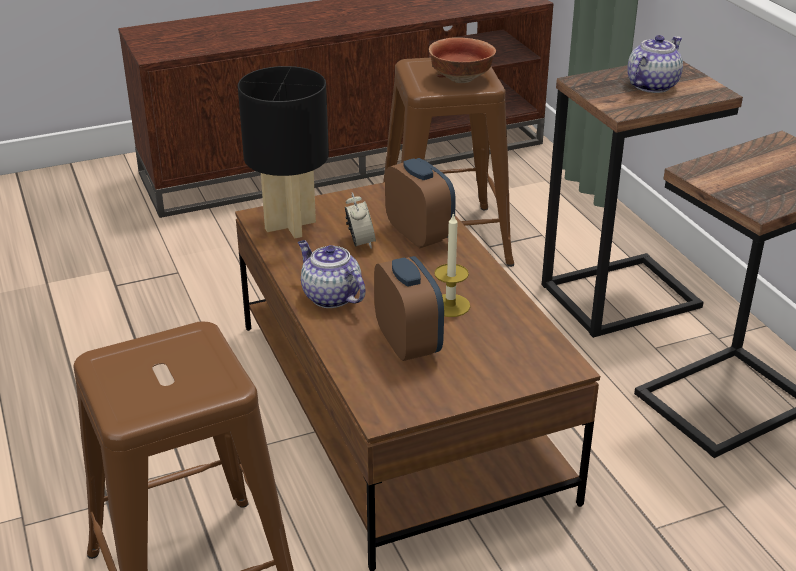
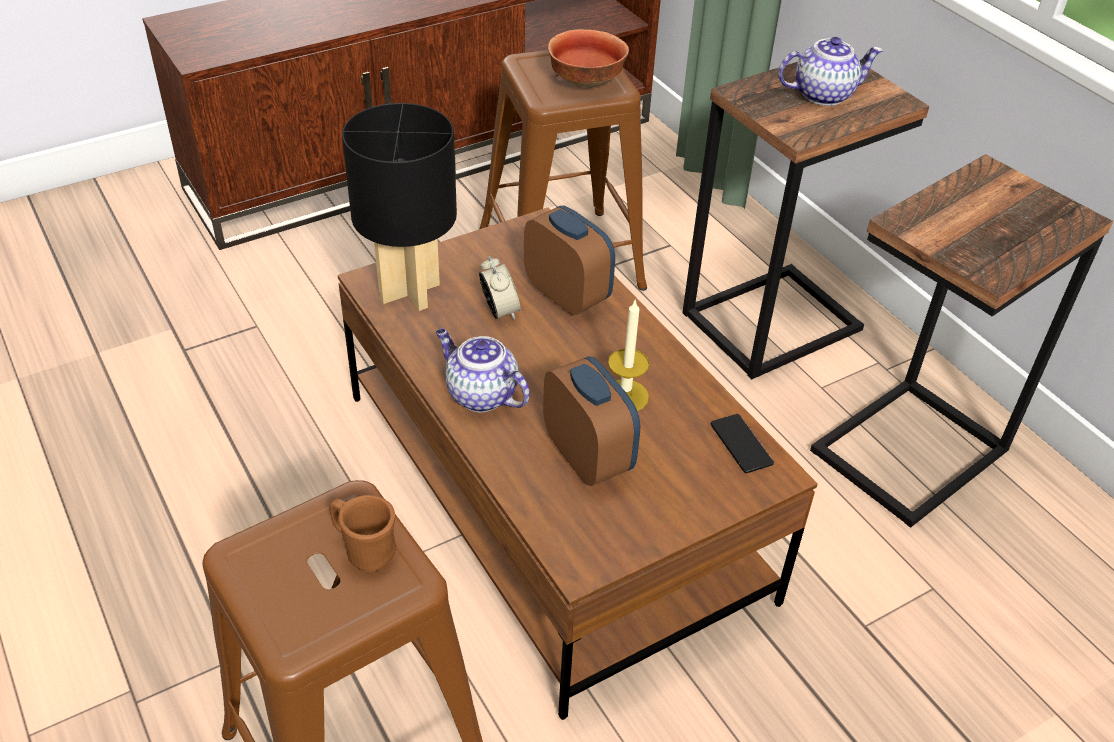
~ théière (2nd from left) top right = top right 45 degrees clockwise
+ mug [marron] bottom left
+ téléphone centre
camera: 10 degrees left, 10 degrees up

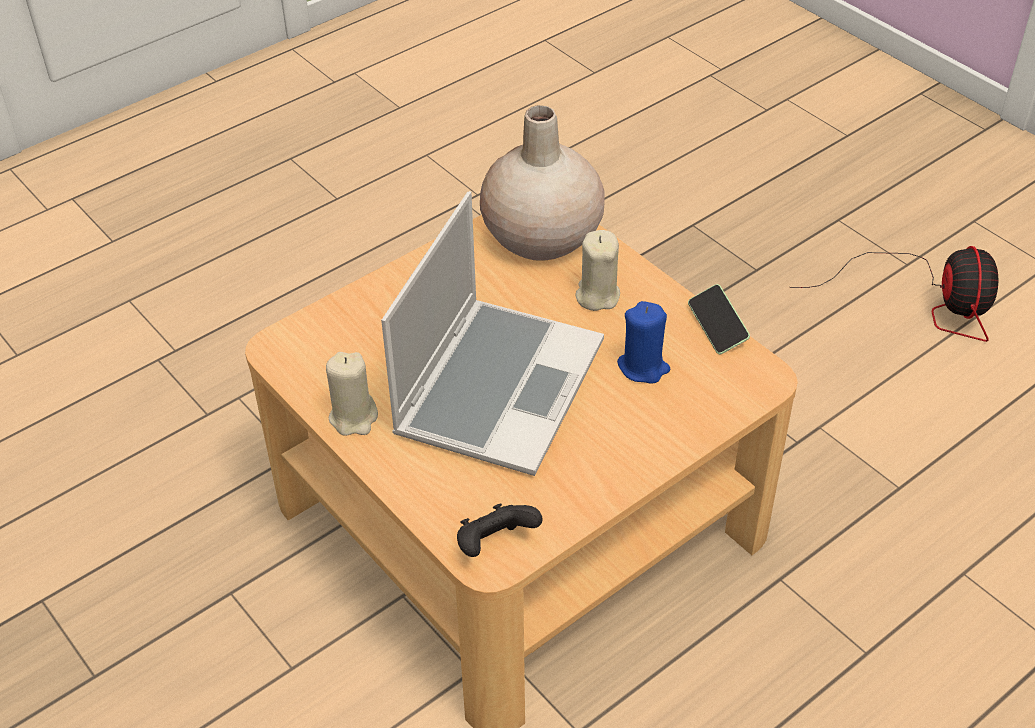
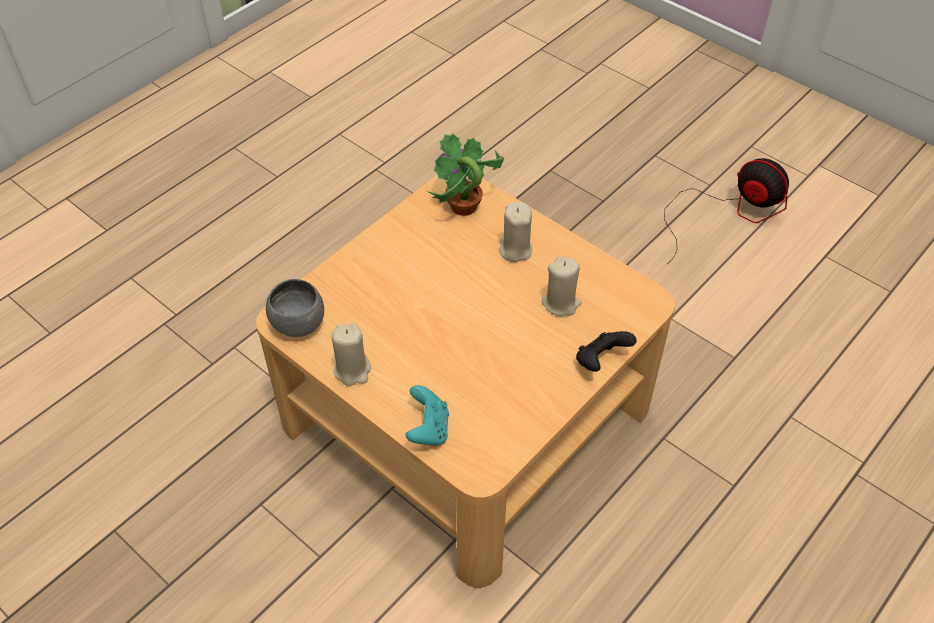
- ordinateur portable centre
~ manette [noir] bottom centre to centre
~ vase [beige] top centre to plante en pot top centre
~ bougie [bleu] centre to bougie [beige] (3rd from left) centre
- téléphone middle right
~ ventilateur middle right = middle right 45 degrees counterclockwise
+ bol [gris] middle left
+ manette [turquoise] centre
camera: 10 degrees left, 5 degrees up

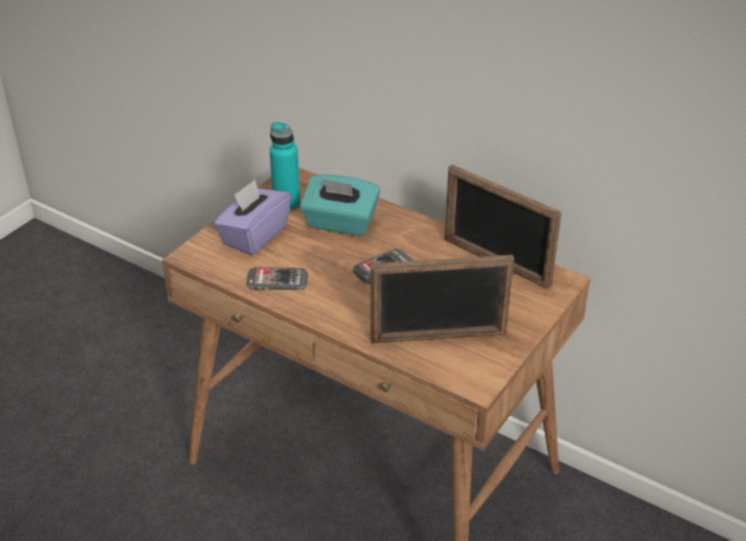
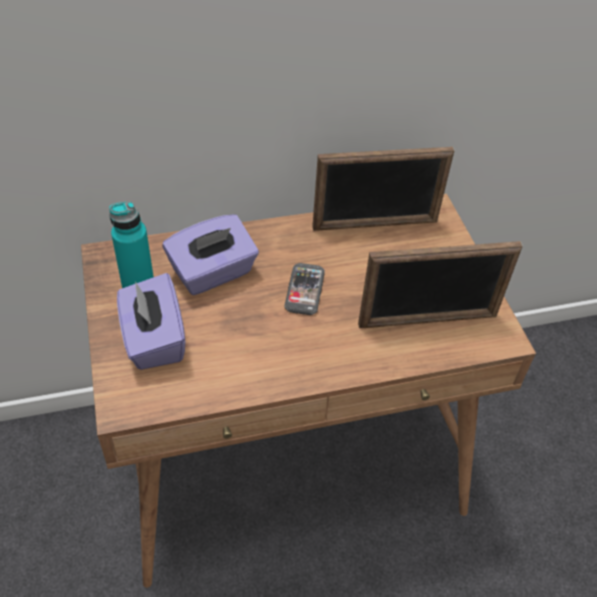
- téléphone (1st from left) centre
~ boîte à mouchoirs [turquoise] centre to boîte à mouchoirs [violet] (2nd from left) centre
~ cadre photo (1st from left in the first image) centre = middle right 45 degrees clockwise
camera: 50 degrees left, 10 degrees up

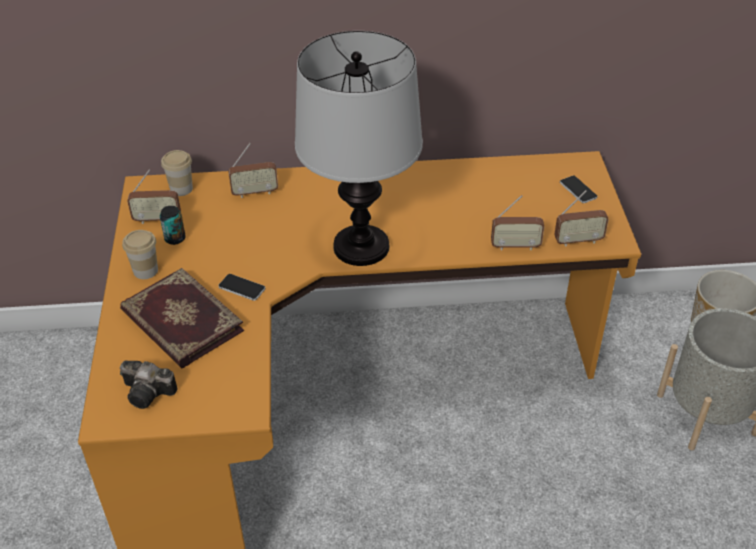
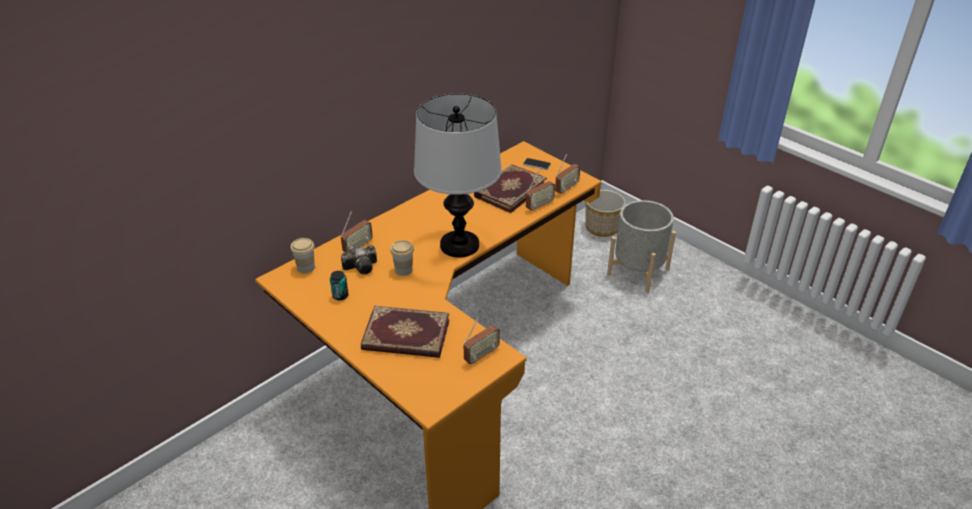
~ appareil photo bottom left to centre
~ tasse (1st from left in the first image) middle left to tasse (2nd from left) centre
~ radio (1st from left in the first image) middle left to radio (2nd from left) bottom centre
- téléphone (1st from left) middle left
+ livre (2nd from left) centre
camera: 40 degrees left, 5 degrees down

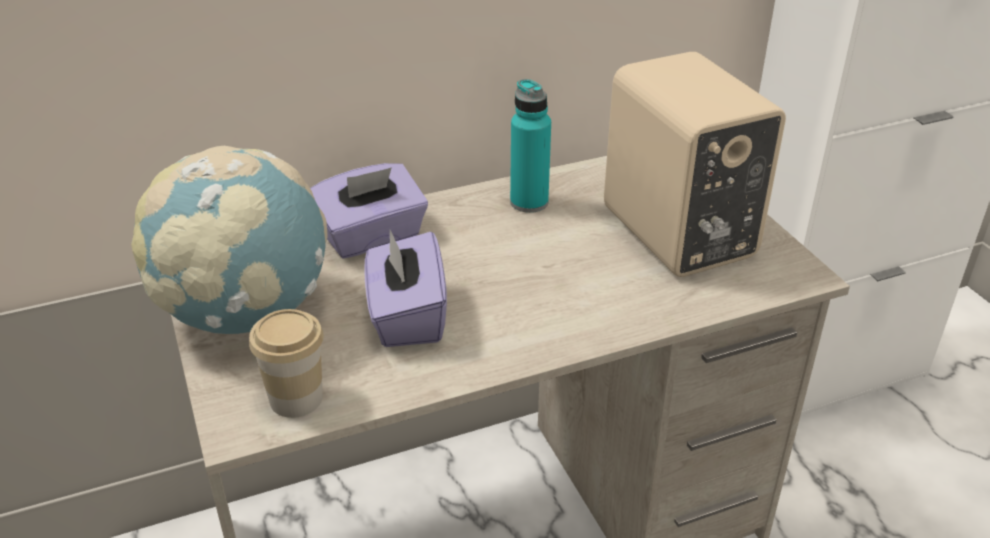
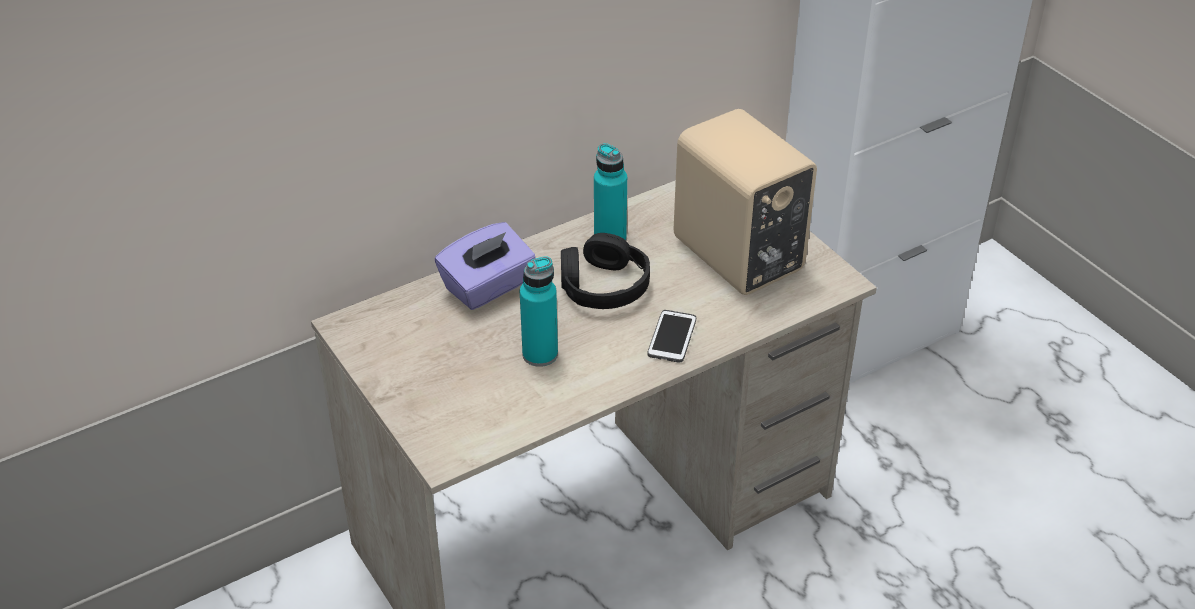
- globe middle left
- tasse bottom left
~ boîte à mouchoirs [violet] (2nd from left) centre to bouteille [turquoise] (1st from left) centre
+ casque audio [noir] centre
+ téléphone centre
camera: 10 degrees left, 5 degrees up

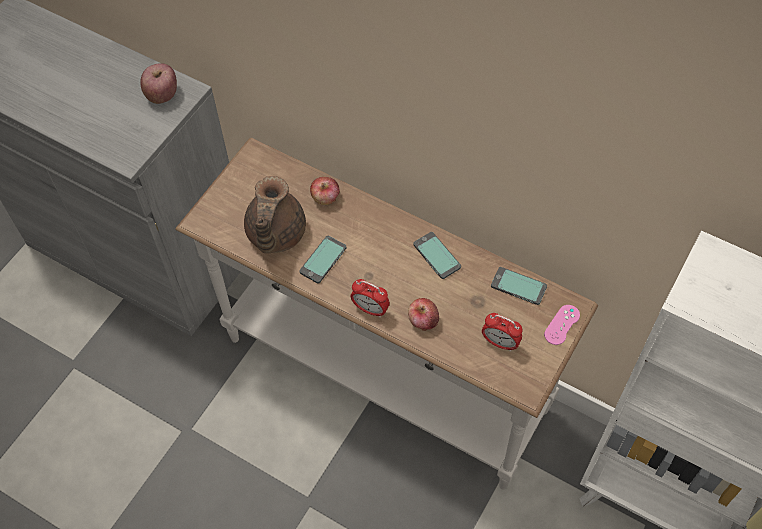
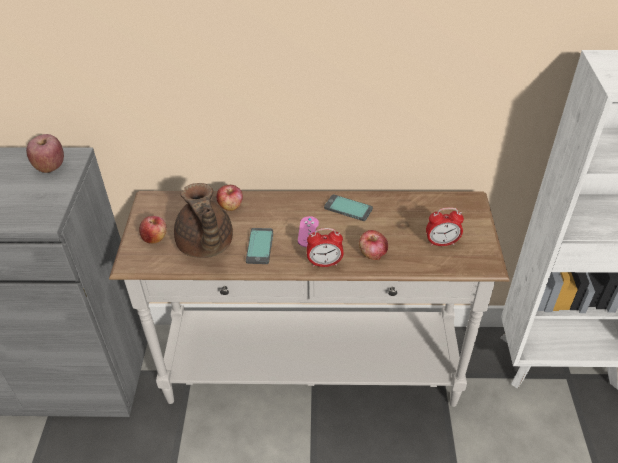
- téléphone (3rd from left) middle right
~ manette [rose] middle right to centre
+ pomme (2nd from left) middle left
camera: 30 degrees left, 15 degrees down

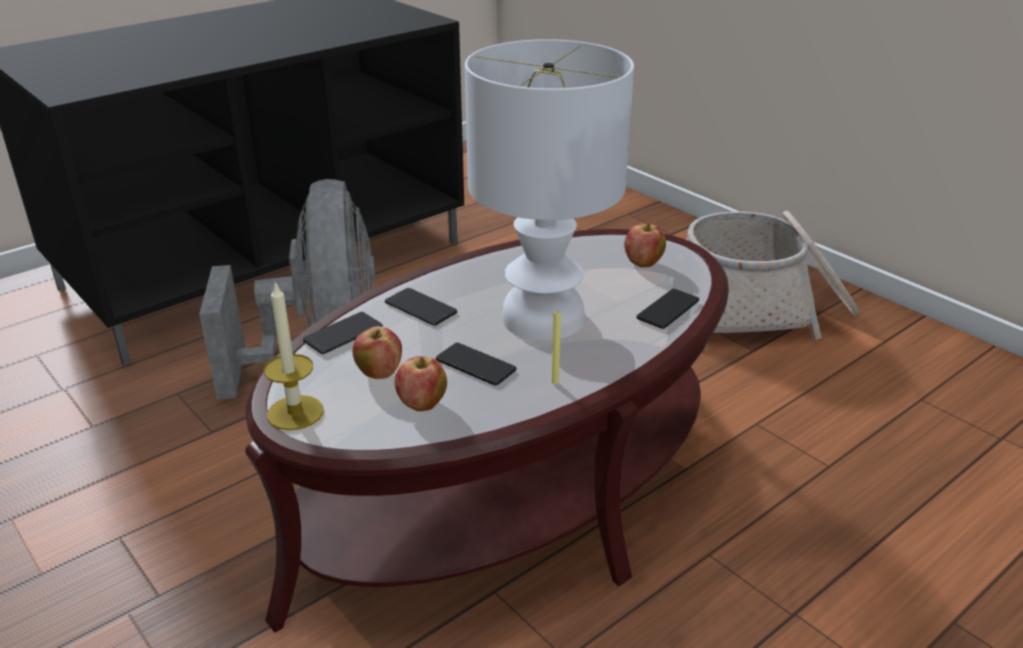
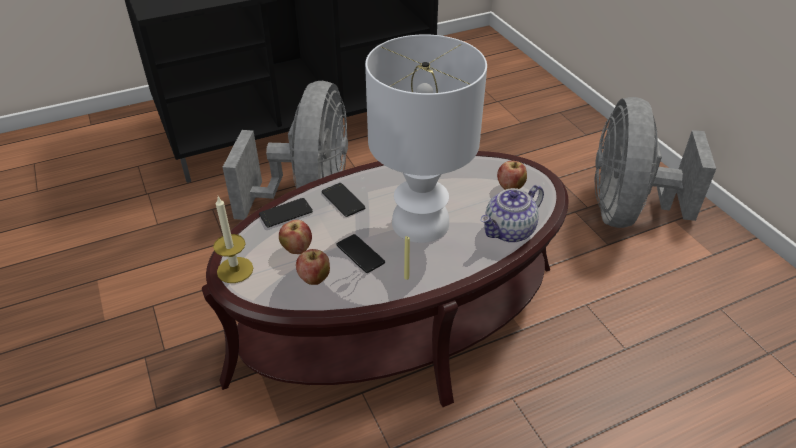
~ téléphone (4th from left) centre to théière centre
~ panier middle right to ventilateur [gris] (2nd from left) middle right
camera: 15 degrees right, 10 degrees up

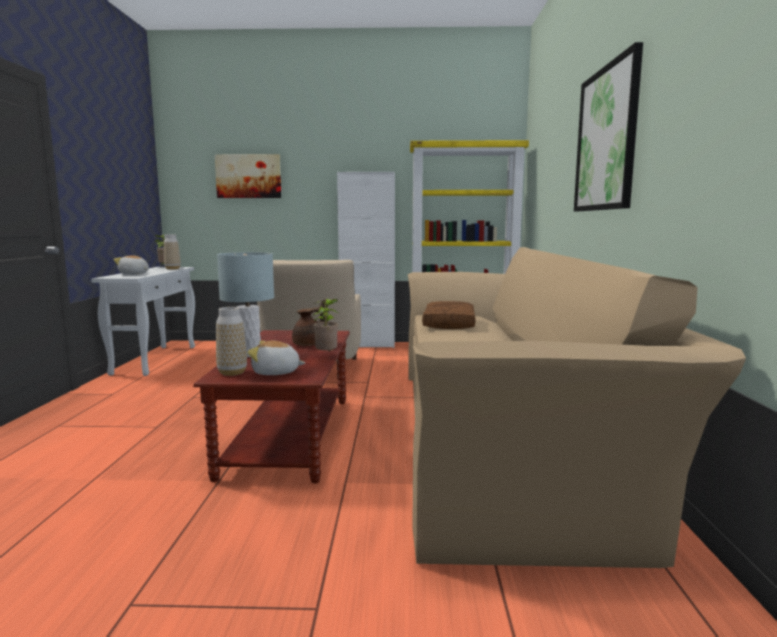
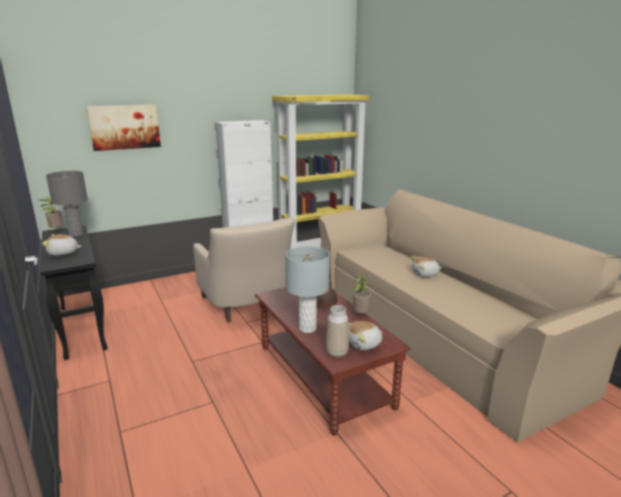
~ table console [blanc] middle left to table console [noir] middle left
~ vase (1st from left) middle left to lampe de table [gris] (1st from left) middle left
- coussin [marron] centre
- tableau (2nd from left) top right
+ peluche (3rd from left) middle right
camera: 30 degrees left, 10 degrees up

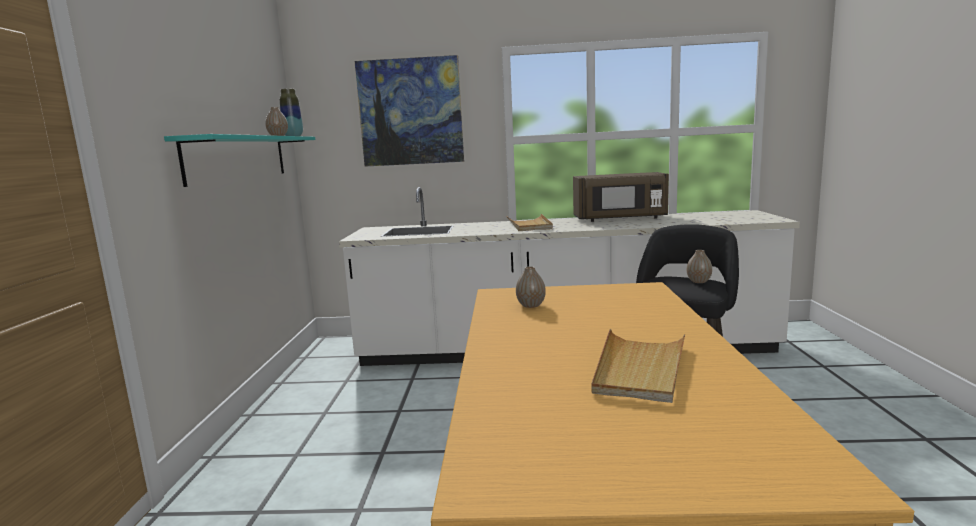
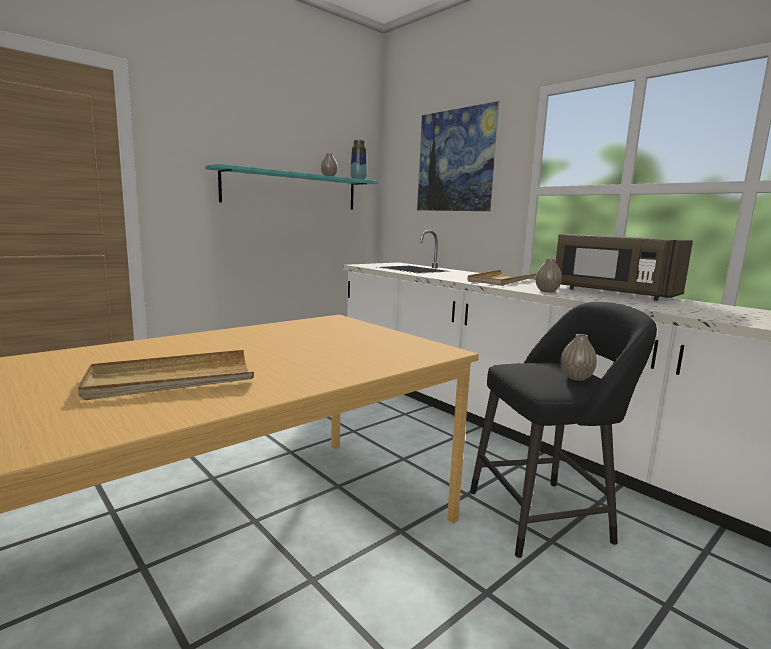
~ vase (3rd from left) centre to middle right
camera: 45 degrees right, 0 degrees up

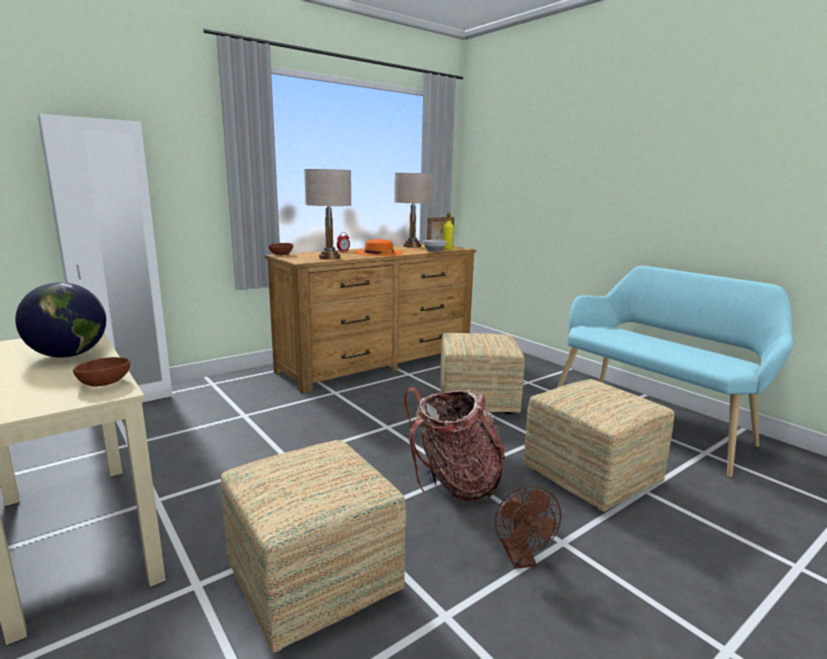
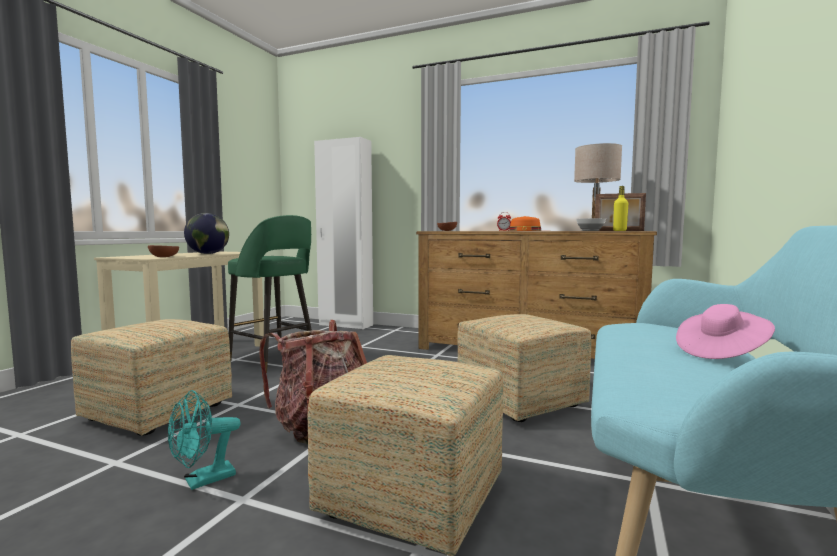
- lampe de table [beige] (1st from left) top centre
~ ventilateur [marron] bottom centre to ventilateur [turquoise] bottom left
+ tabouret [vert] middle left
+ chapeau [rose] middle right
camera: 60 degrees right, 10 degrees down

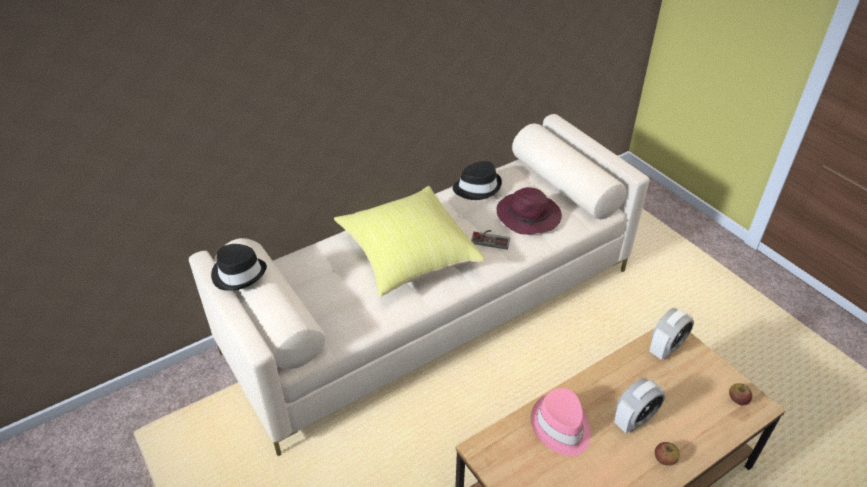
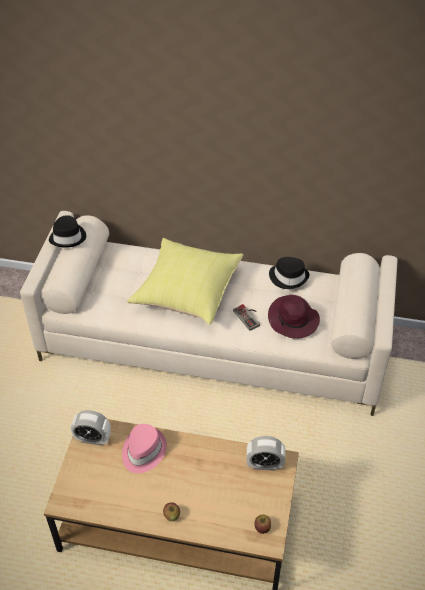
~ réveil (1st from left) bottom right to bottom left
camera: 45 degrees right, 5 degrees up

